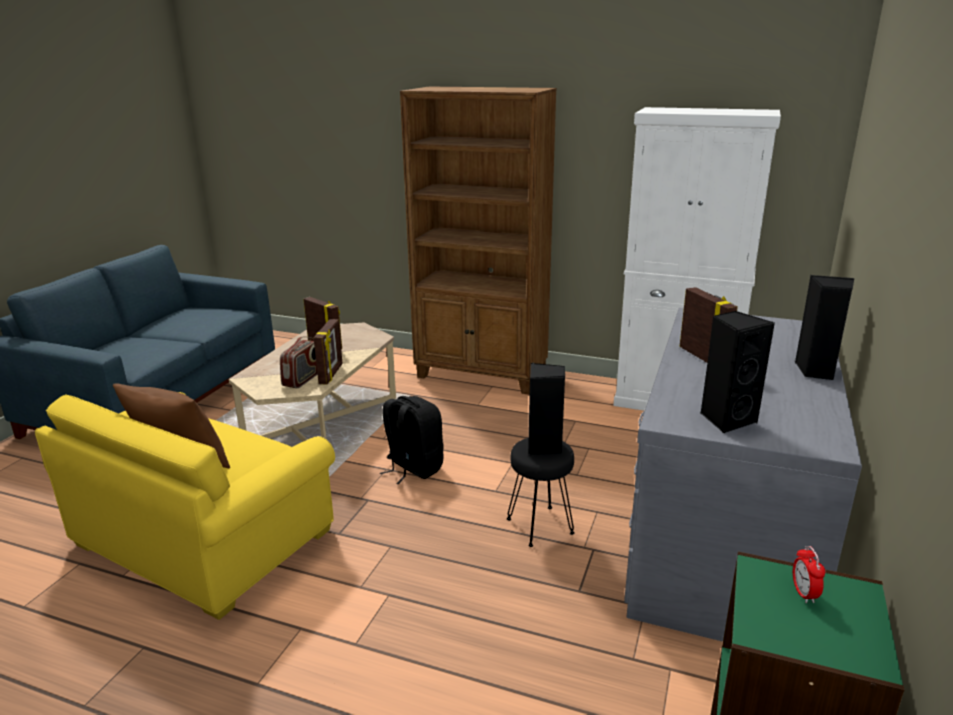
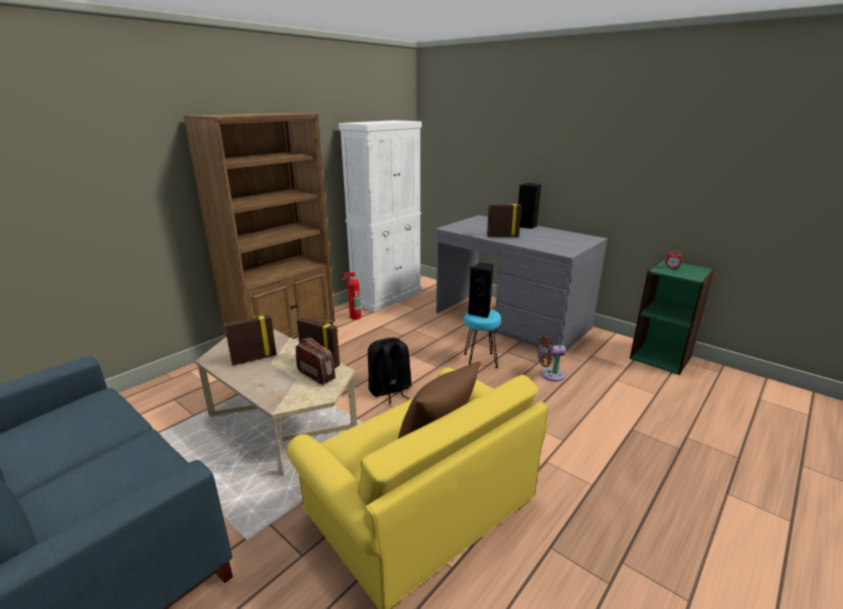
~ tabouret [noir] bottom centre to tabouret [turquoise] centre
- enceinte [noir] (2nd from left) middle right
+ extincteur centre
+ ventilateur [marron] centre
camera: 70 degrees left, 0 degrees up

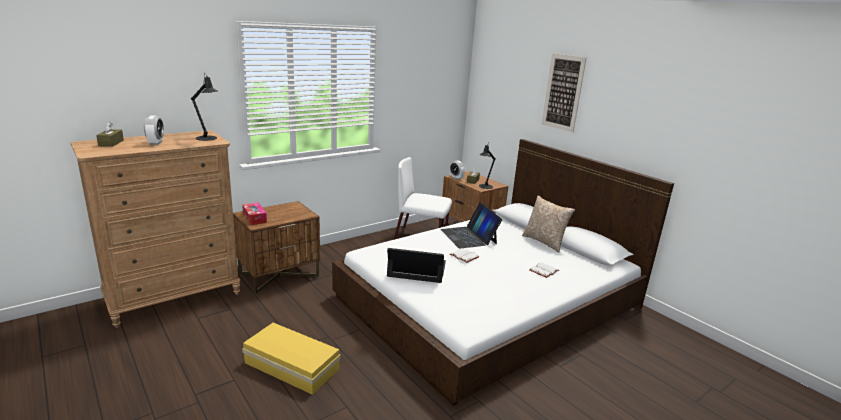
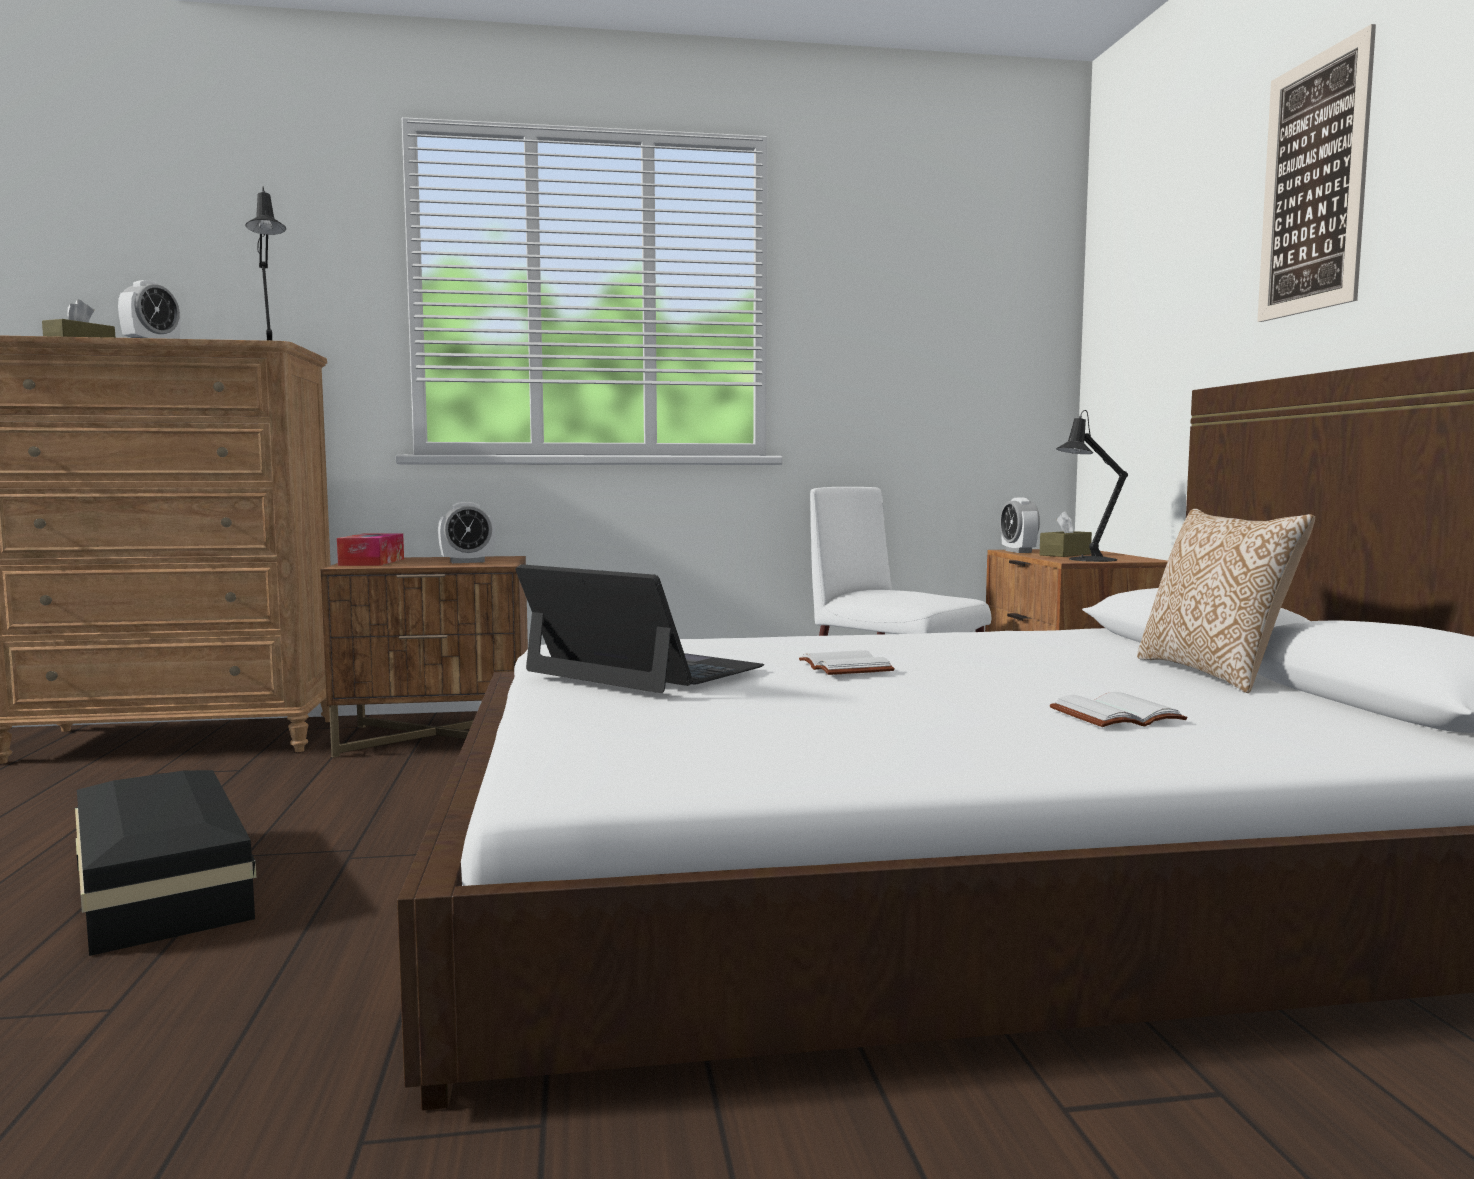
~ boîte de rangement [jaune] bottom centre to boîte de rangement [noir] bottom left
- ordinateur portable (2nd from left) centre
+ réveil (2nd from left) middle left
camera: 30 degrees right, 15 degrees down

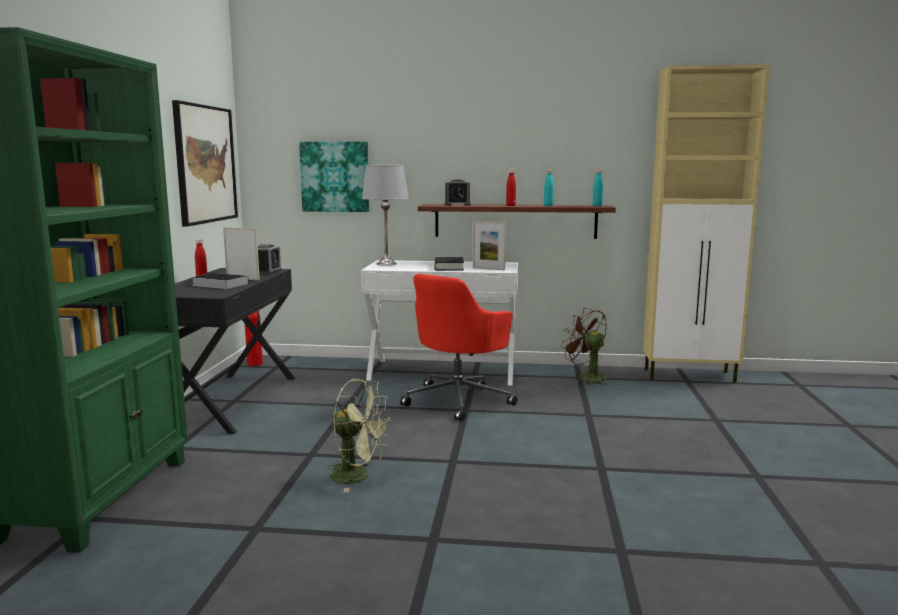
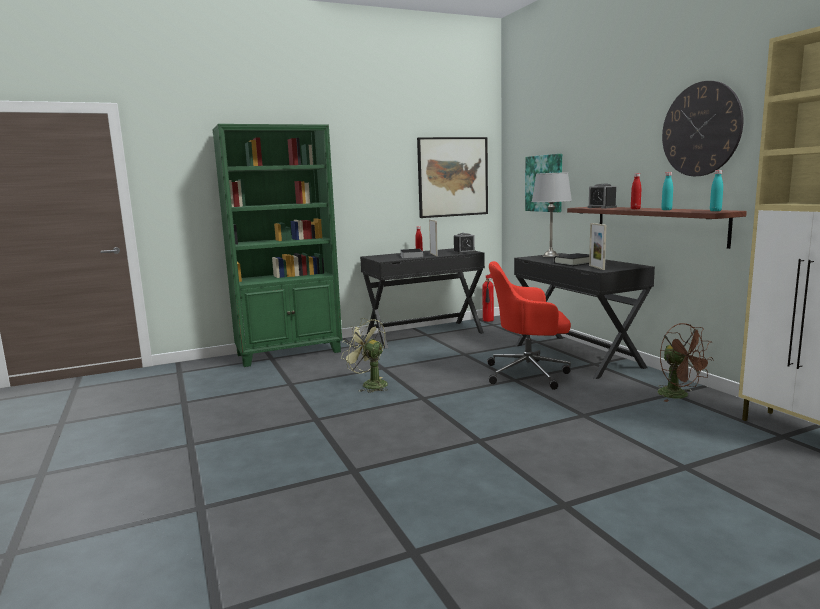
~ ventilateur [vert] bottom centre = centre 135 degrees clockwise
~ bureau [blanc] centre to bureau [noir] (2nd from left) middle right
~ ventilateur [marron] centre = middle right 135 degrees clockwise
+ horloge murale top right
camera: 60 degrees right, 0 degrees up

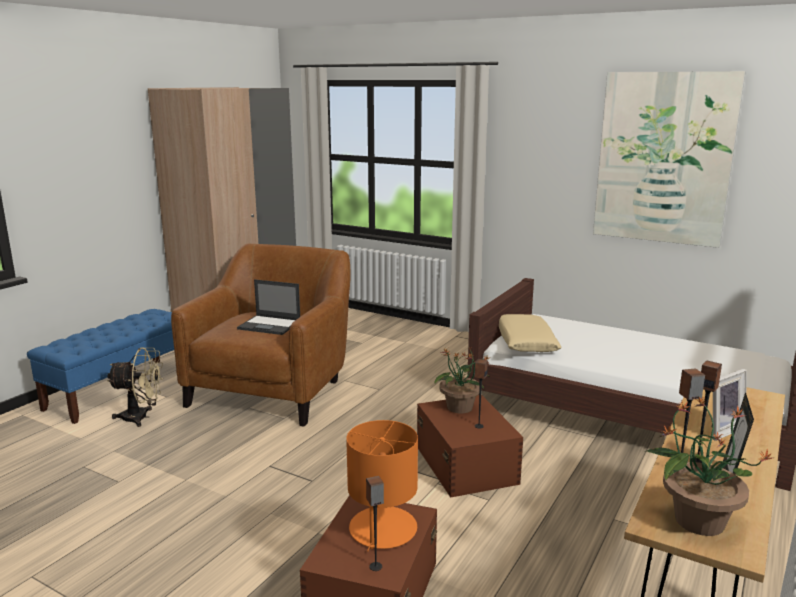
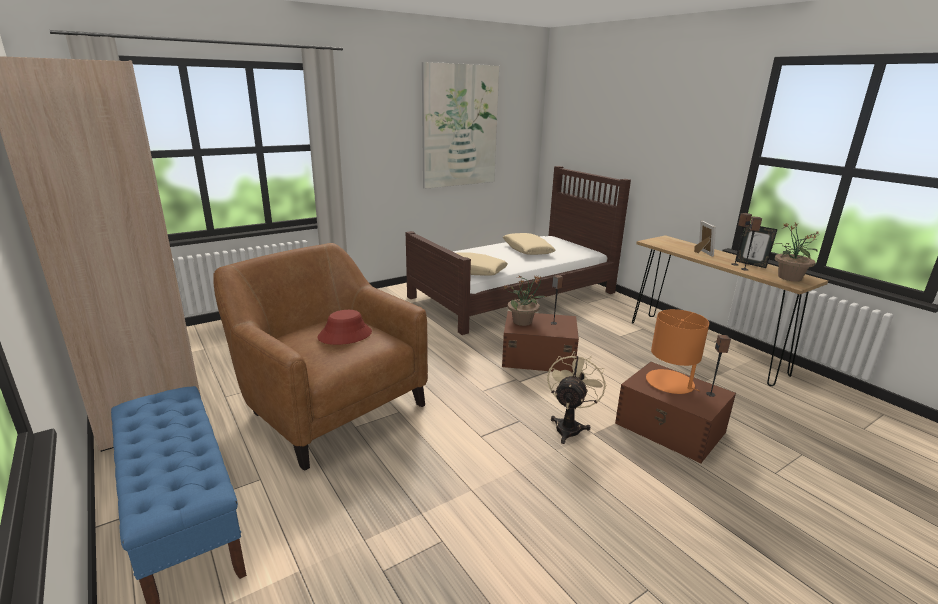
~ ventilateur [beige] middle left to centre
~ ordinateur portable centre to chapeau [rouge] centre
+ coussin [beige] (2nd from left) centre
camera: 65 degrees left, 5 degrees up

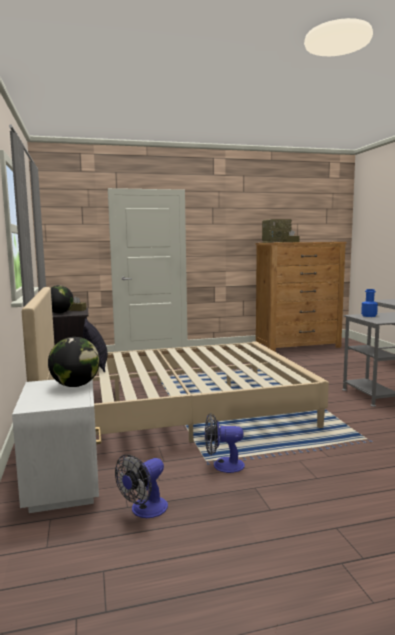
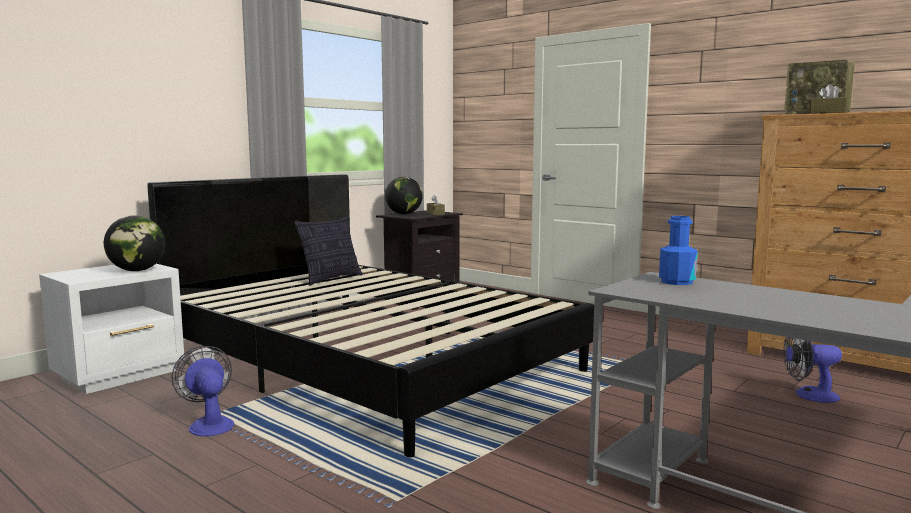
~ lit [beige] centre to lit [noir] centre
~ ventilateur (1st from left in the first image) bottom centre to ventilateur (2nd from left) bottom right
camera: 55 degrees right, 0 degrees up

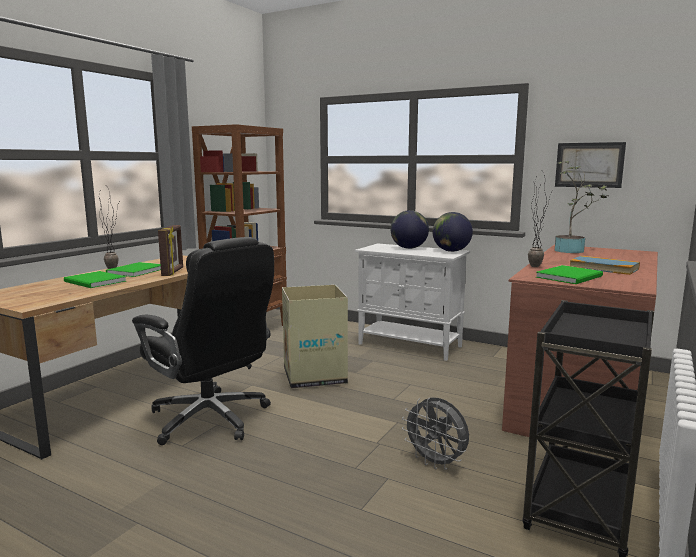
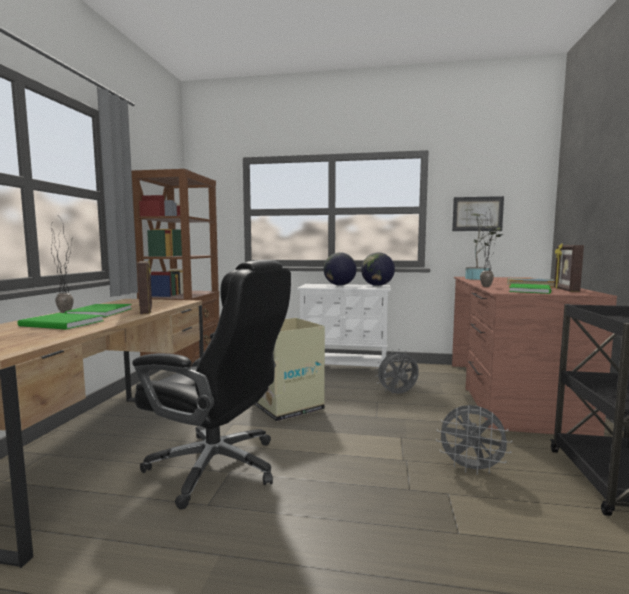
+ ventilateur [gris] (1st from left) centre
+ cadre photo (2nd from left) middle right
camera: 20 degrees left, 5 degrees down

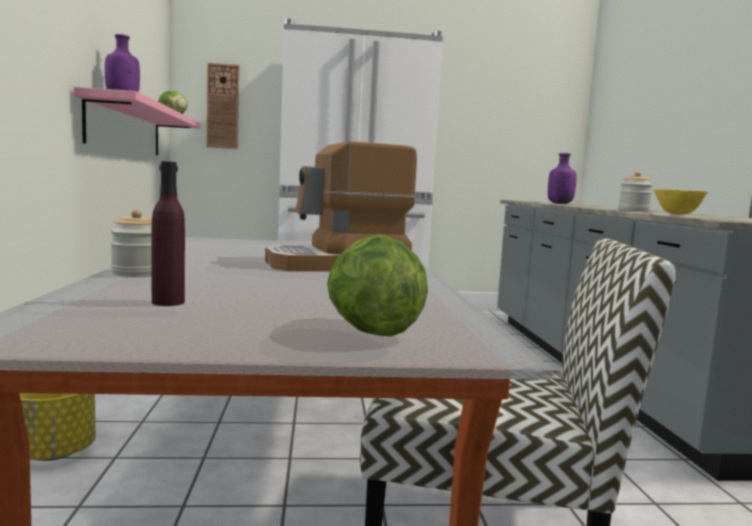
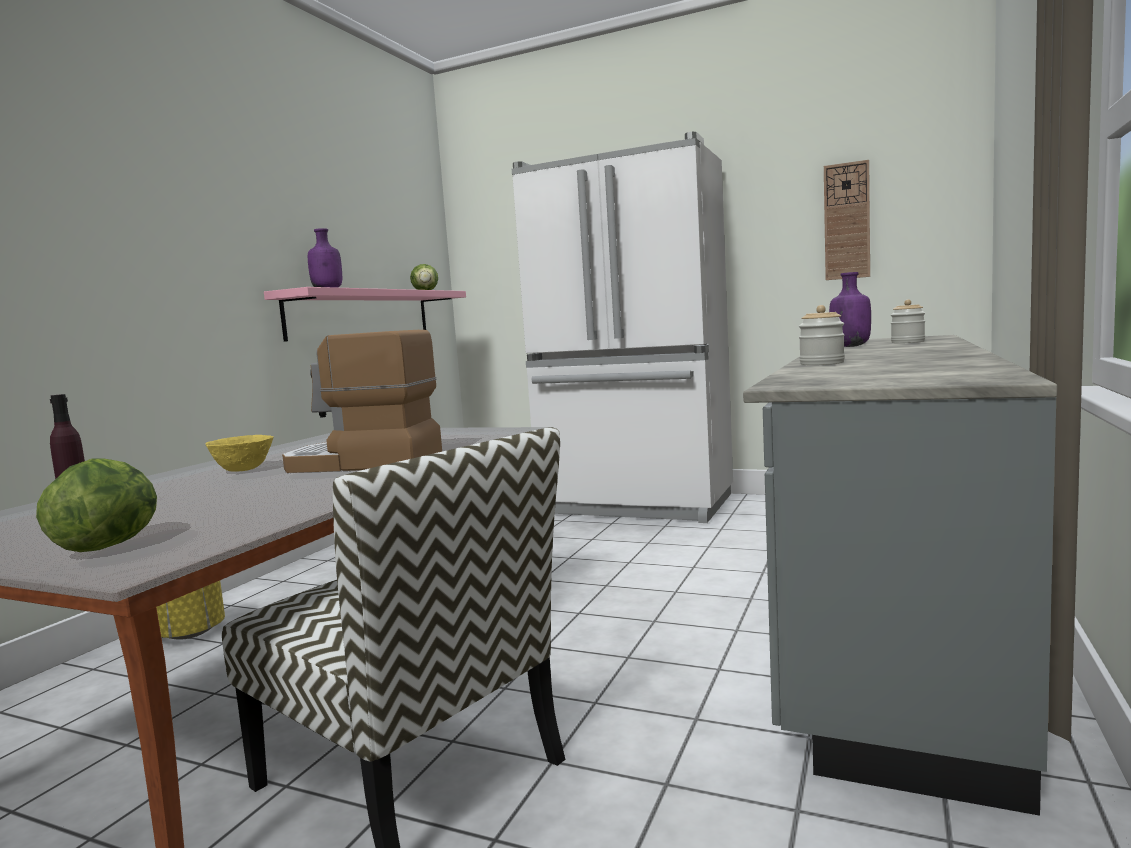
~ bocal (1st from left in the first image) middle left to bocal (2nd from left) middle right
~ horloge murale top left to top right
~ bol [jaune] middle right to middle left
camera: 30 degrees right, 0 degrees up

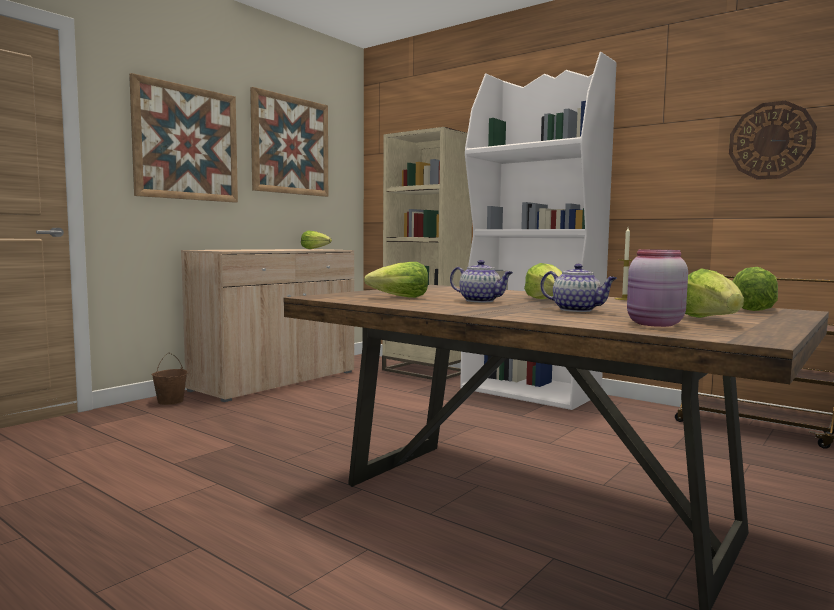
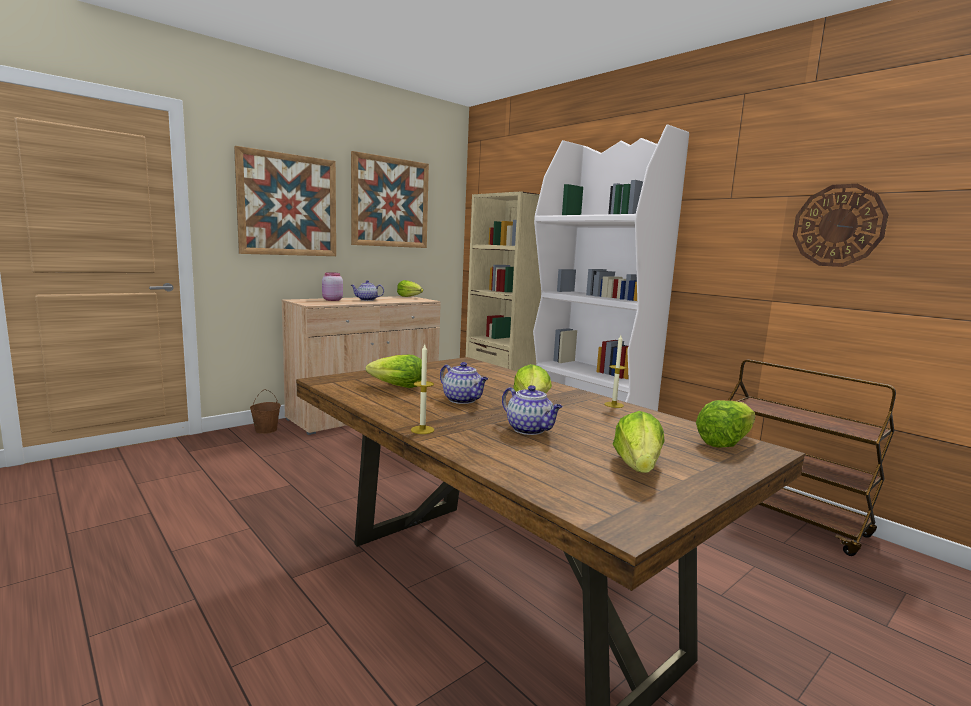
~ bocal [rose] middle right to centre
+ théière (1st from left) centre
+ bougie (1st from left) centre
camera: 10 degrees right, 5 degrees up

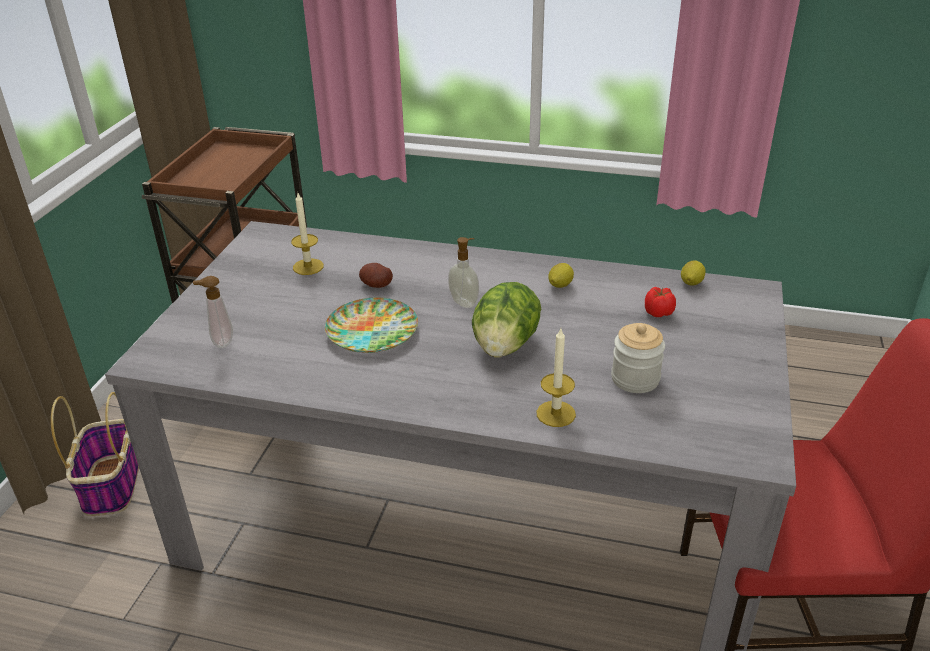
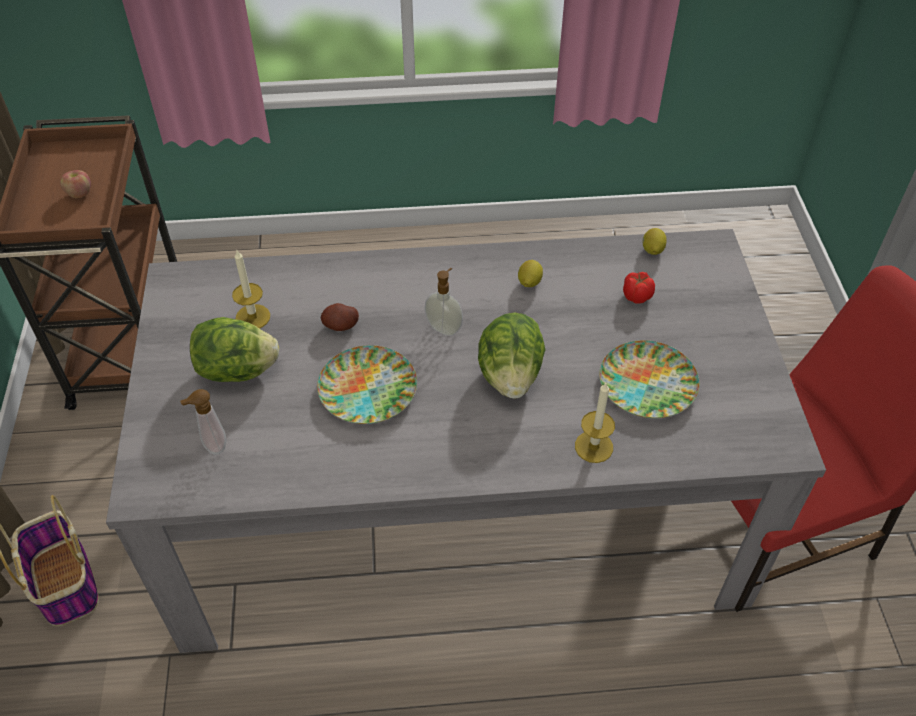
~ bocal middle right to assiette (2nd from left) middle right
+ pomme top left
+ laitue (1st from left) middle left
camera: 20 degrees left, 15 degrees up

